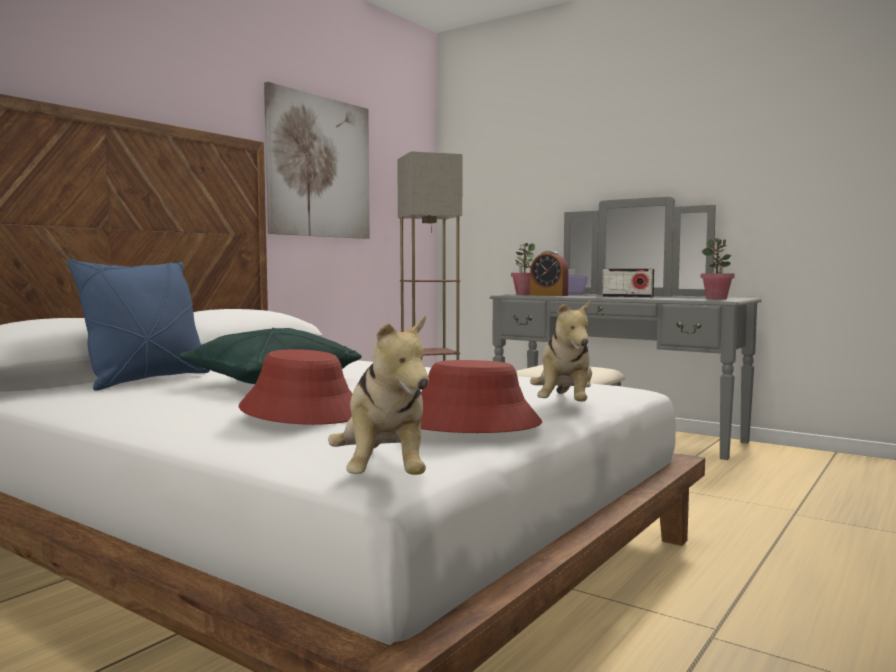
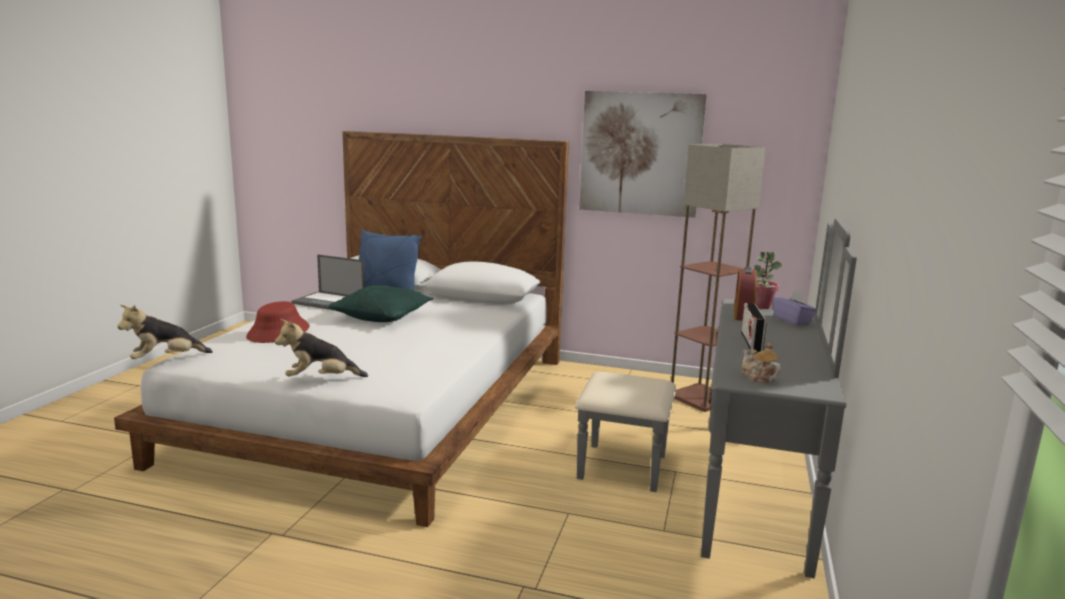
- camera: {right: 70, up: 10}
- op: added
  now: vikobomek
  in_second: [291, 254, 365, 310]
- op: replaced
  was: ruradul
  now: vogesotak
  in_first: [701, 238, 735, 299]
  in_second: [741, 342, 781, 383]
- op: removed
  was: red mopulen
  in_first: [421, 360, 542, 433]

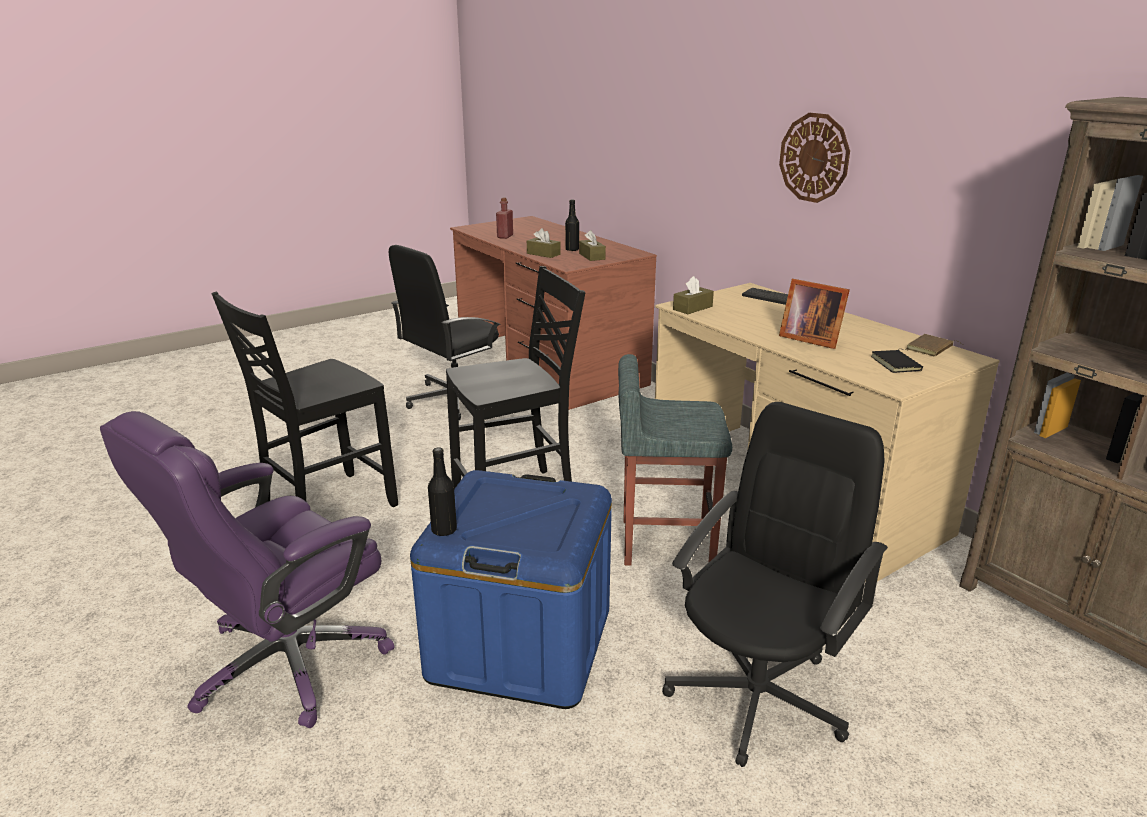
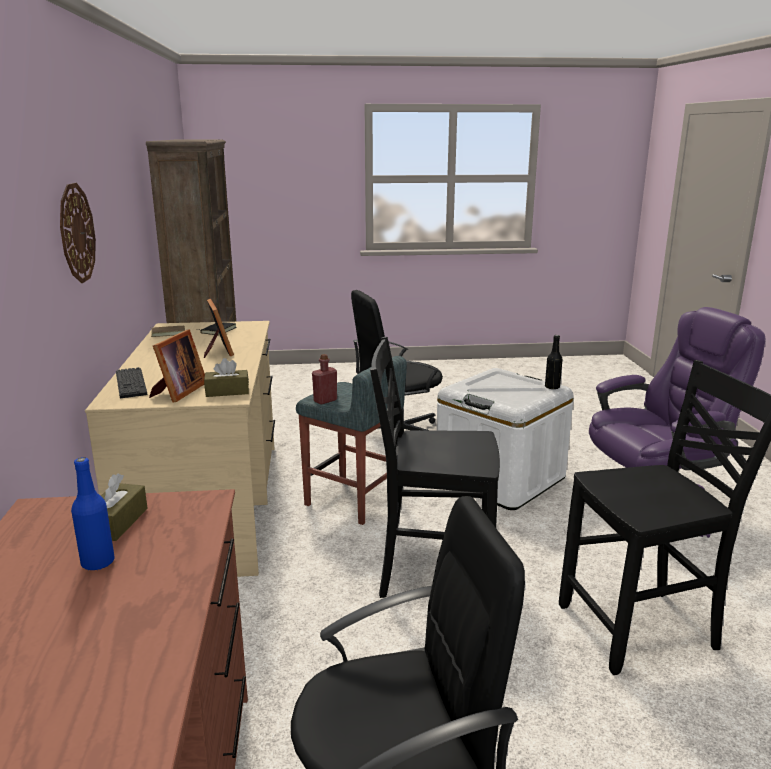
- camera: {right: -150, up: -5}
- op: recoloured
  was: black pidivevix
  now: blue pidivevix
  in_first: [565, 199, 579, 251]
  in_second: [71, 457, 115, 571]
- op: added
  now: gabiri
  in_second: [149, 329, 205, 402]
- op: moved
  was: red pidivevix
  in_first: [496, 197, 513, 239]
  in_second: [312, 354, 337, 405]
- op: recoloured
  was: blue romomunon
  now: white romomunon
  in_first: [410, 470, 612, 709]
  in_second: [437, 368, 574, 510]
- op: removed
  was: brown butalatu
  in_first: [527, 228, 561, 258]

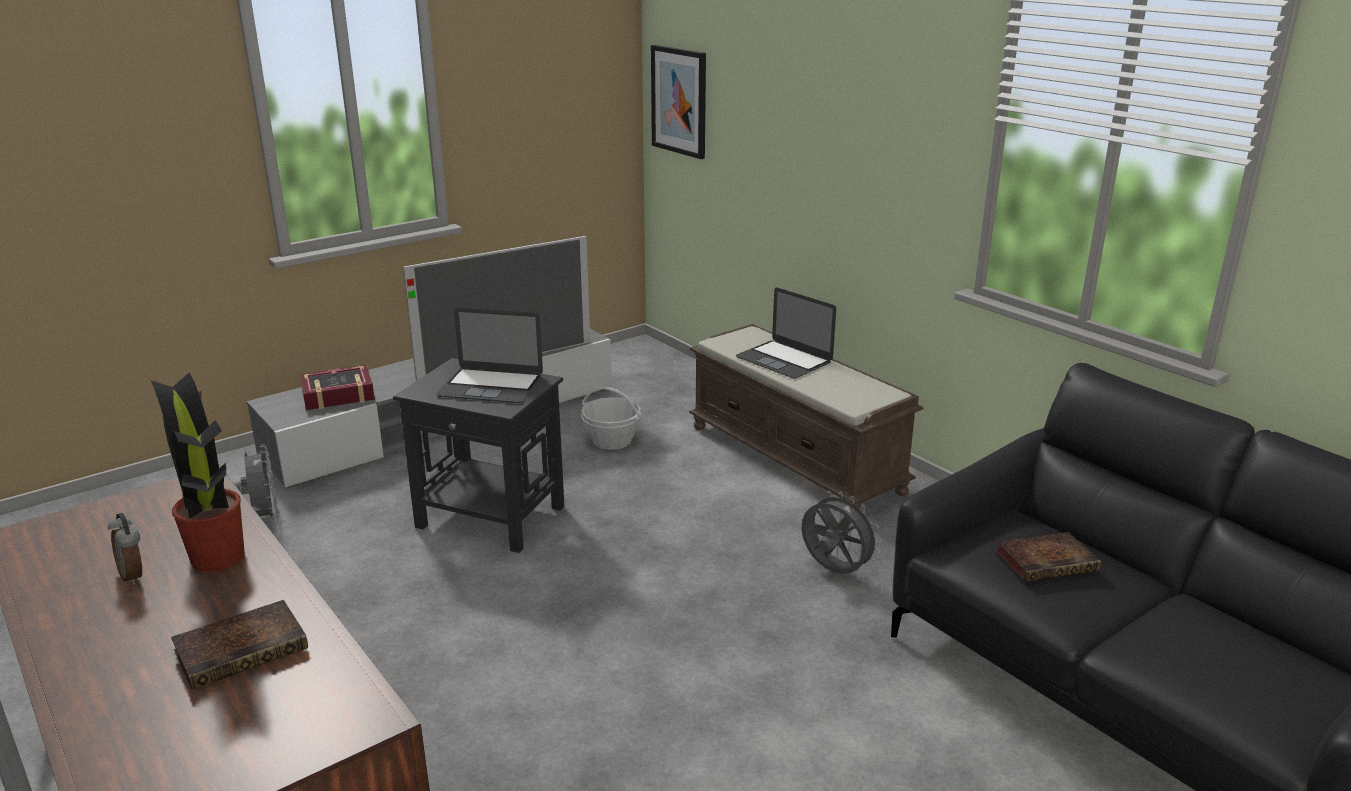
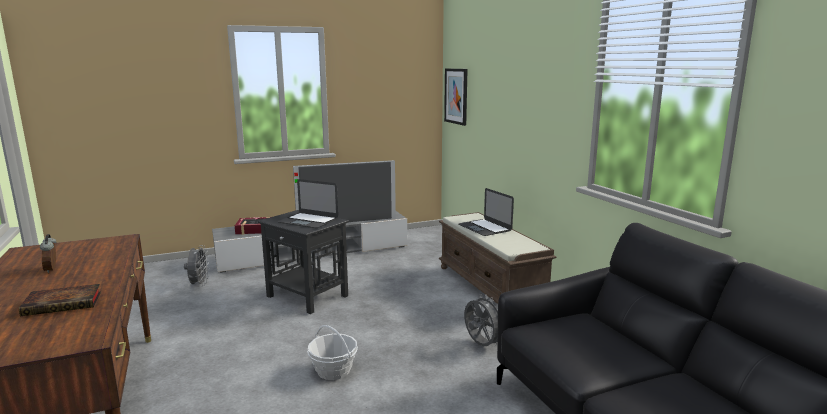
- camera: {right: 15, up: -10}
- op: moved
  was: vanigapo
  in_first: [581, 386, 641, 450]
  in_second: [307, 325, 358, 380]
- op: removed
  was: ruradul
  in_first: [151, 372, 245, 572]
- op: removed
  was: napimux
  in_first: [995, 532, 1101, 582]

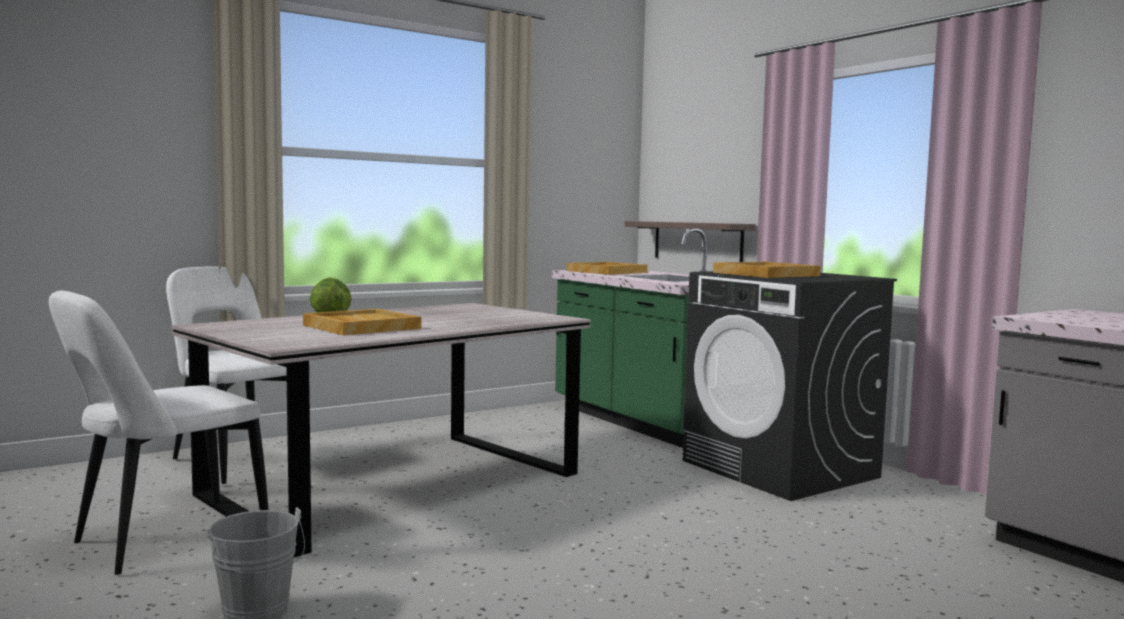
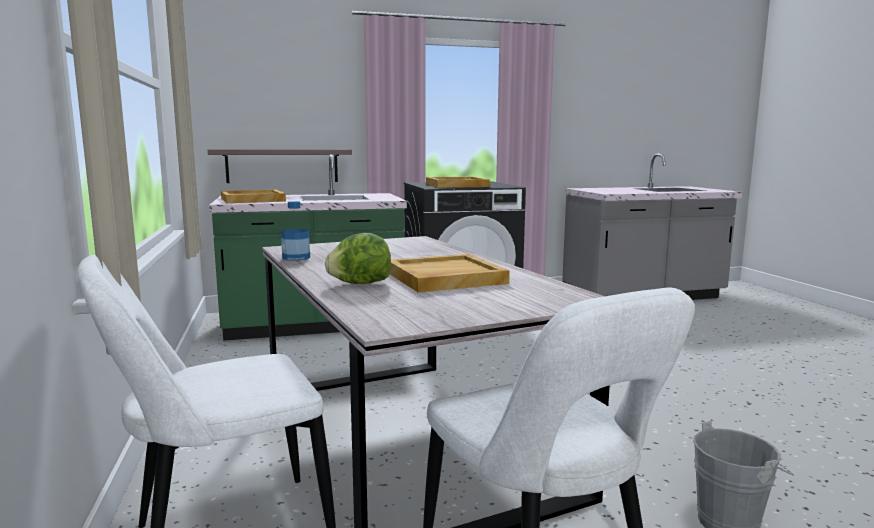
- camera: {right: -70, up: 5}
- op: added
  now: pidivevix
  in_second: [281, 201, 310, 261]

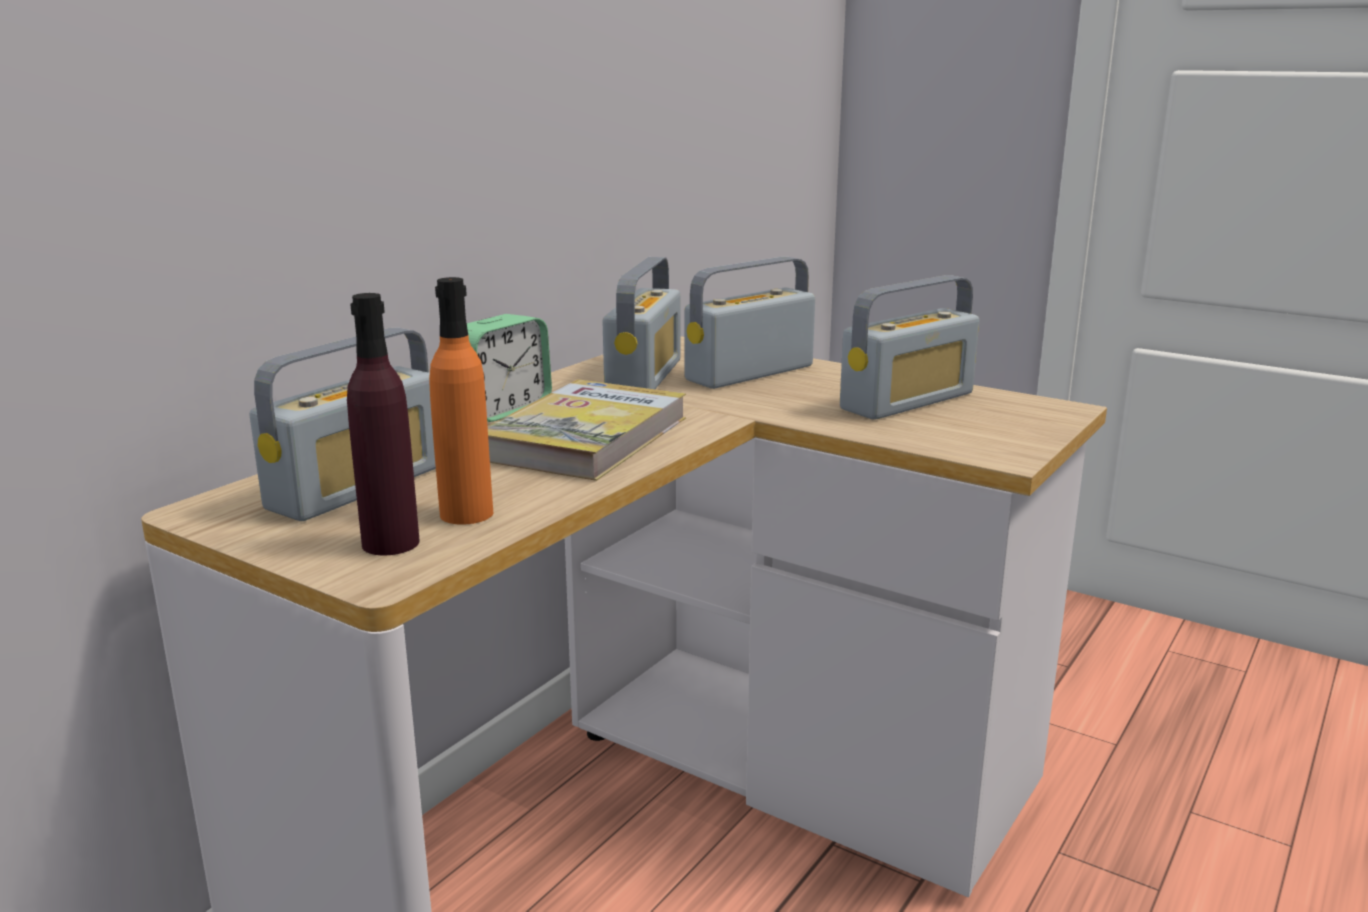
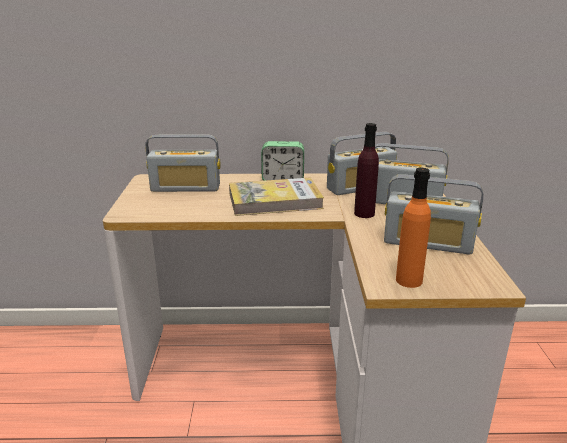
- camera: {right: 55, up: 5}
- op: moved
  was: purple pidivevix
  in_first: [347, 293, 420, 555]
  in_second: [354, 123, 379, 218]
- op: moved
  was: orange pidivevix
  in_first: [429, 277, 493, 525]
  in_second: [396, 168, 431, 288]

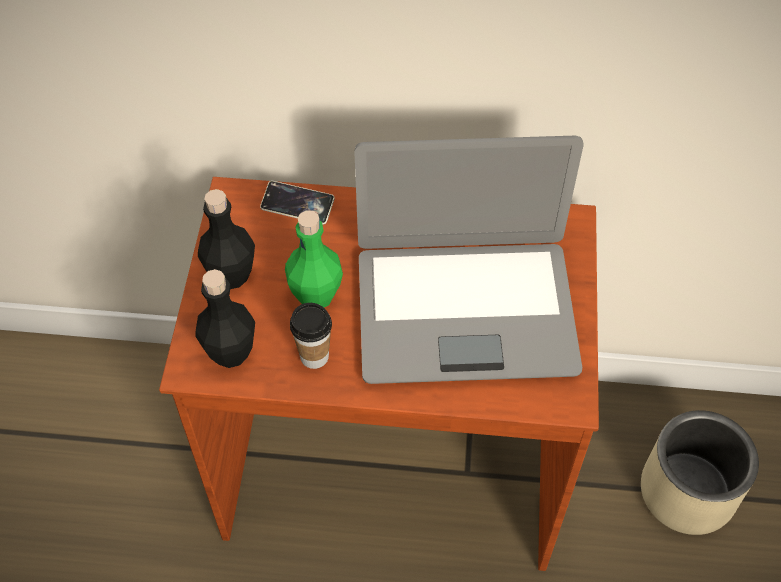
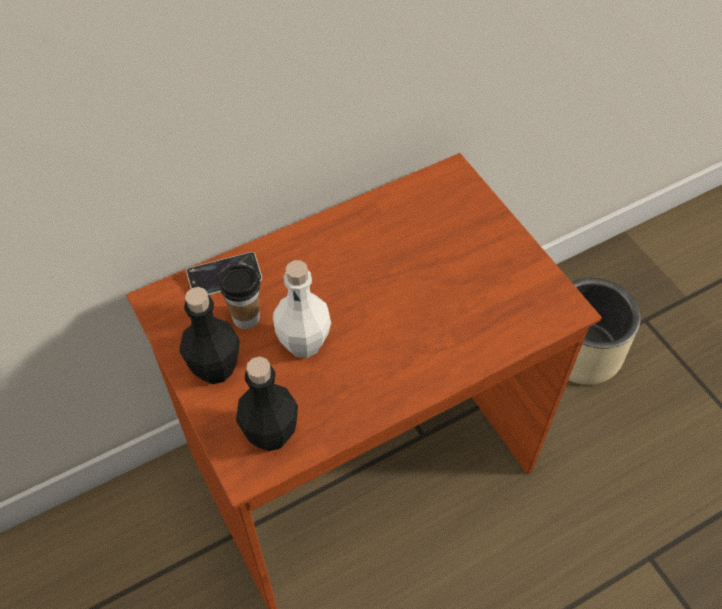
- camera: {right: -35, up: 0}
- op: moved
  was: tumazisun
  in_first: [290, 303, 332, 369]
  in_second: [220, 265, 260, 329]
- op: recoloured
  was: green pidivevix
  now: white pidivevix
  in_first: [285, 210, 343, 307]
  in_second: [273, 260, 331, 358]
- op: removed
  was: vikobomek
  in_first: [354, 136, 584, 384]

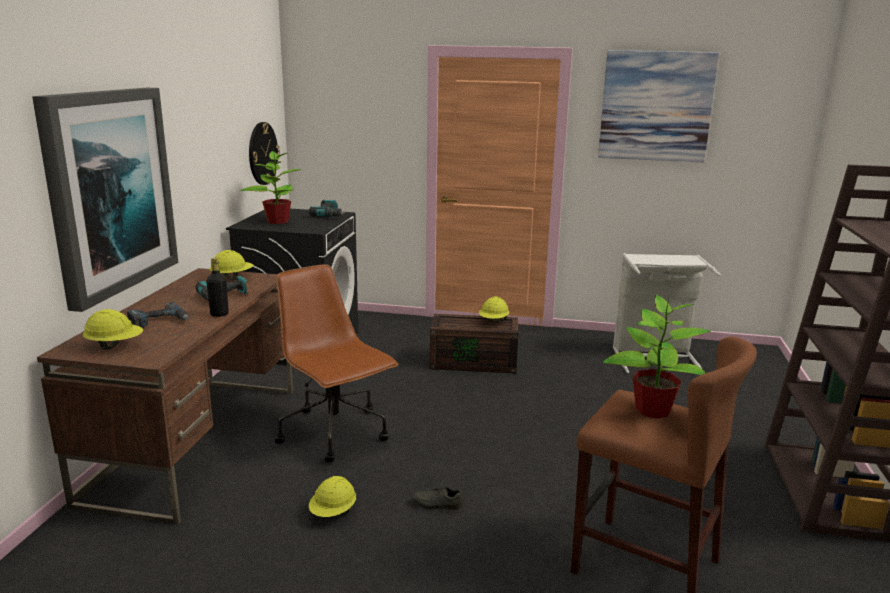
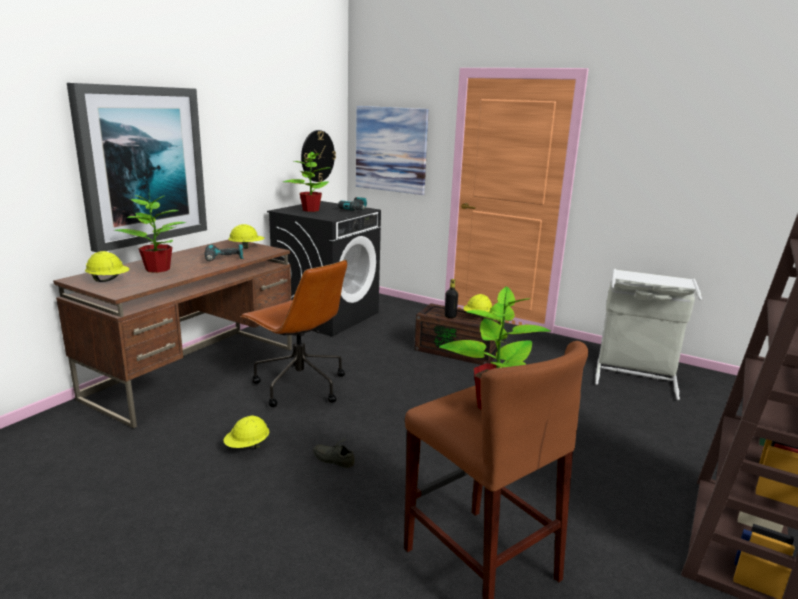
- camera: {right: 20, up: 0}
- op: replaced
  was: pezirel
  now: ruradul
  in_first: [127, 302, 189, 328]
  in_second: [114, 195, 186, 273]
- op: turned
  was: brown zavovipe
  in_first: [275, 264, 398, 463]
  in_second: [240, 260, 347, 407]
  clockwise: 150
- op: moved
  was: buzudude
  in_first: [598, 50, 719, 162]
  in_second: [356, 106, 429, 195]
- op: moved
  was: black pidivevix
  in_first: [206, 258, 229, 317]
  in_second: [445, 279, 458, 318]

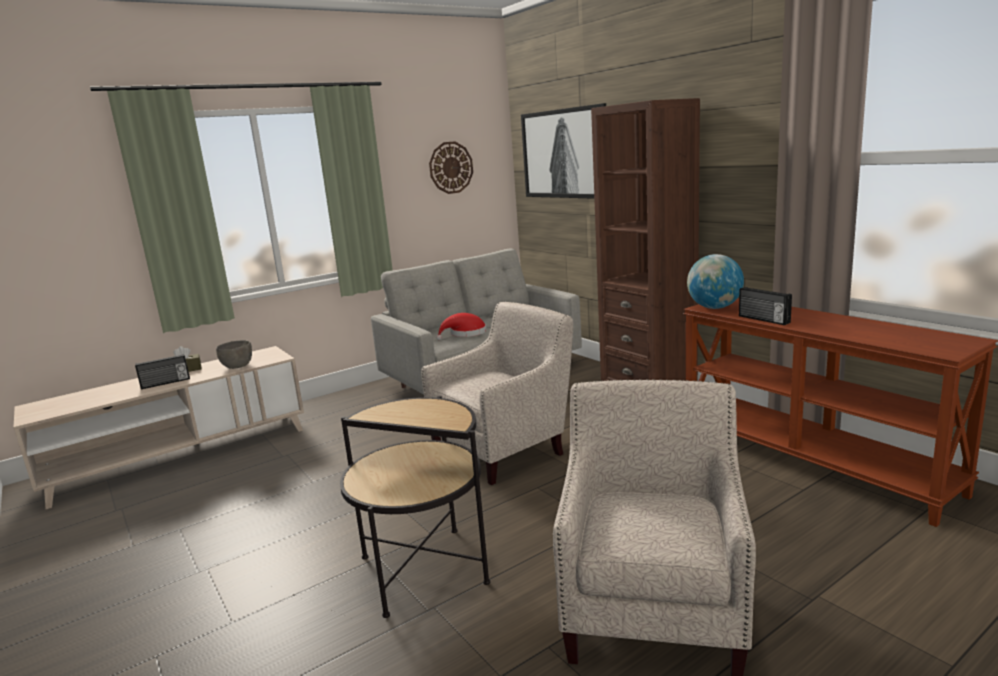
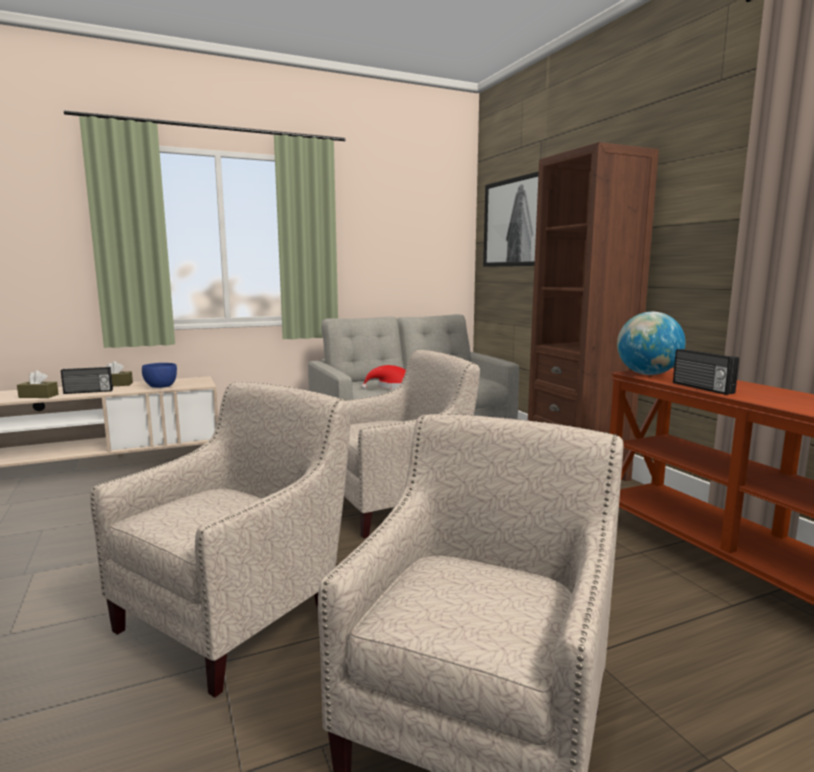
- camera: {right: 10, up: -5}
- op: added
  now: brown butalatu
  in_second: [17, 370, 59, 398]
- op: replaced
  was: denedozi
  now: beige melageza
  in_first: [340, 396, 490, 618]
  in_second: [90, 382, 351, 698]
- op: recoloured
  was: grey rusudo
  now: blue rusudo
  in_first: [216, 340, 252, 369]
  in_second: [142, 363, 177, 388]
- op: removed
  was: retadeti
  in_first: [429, 141, 473, 194]

